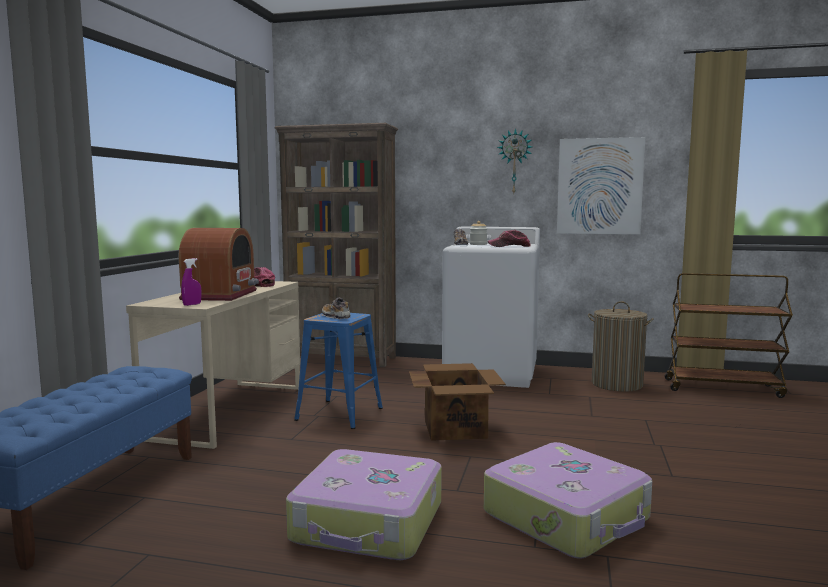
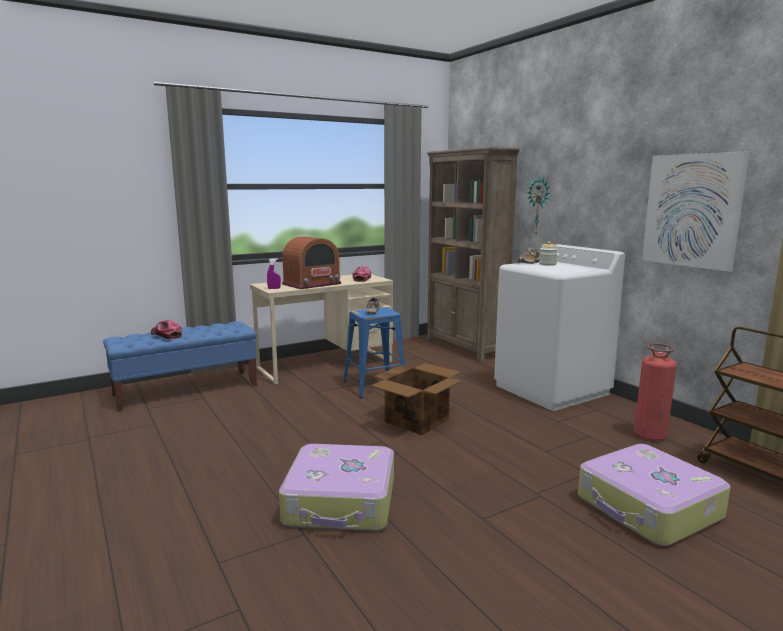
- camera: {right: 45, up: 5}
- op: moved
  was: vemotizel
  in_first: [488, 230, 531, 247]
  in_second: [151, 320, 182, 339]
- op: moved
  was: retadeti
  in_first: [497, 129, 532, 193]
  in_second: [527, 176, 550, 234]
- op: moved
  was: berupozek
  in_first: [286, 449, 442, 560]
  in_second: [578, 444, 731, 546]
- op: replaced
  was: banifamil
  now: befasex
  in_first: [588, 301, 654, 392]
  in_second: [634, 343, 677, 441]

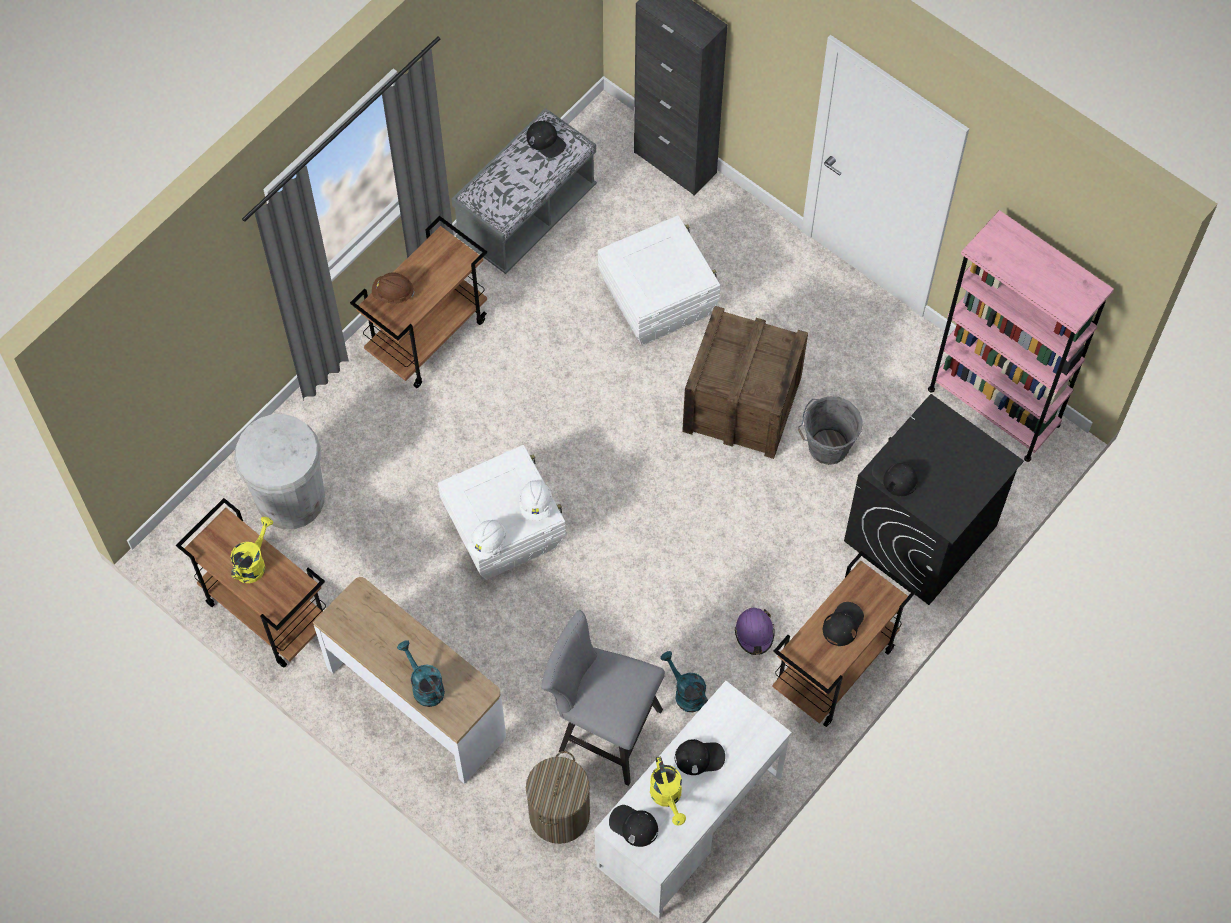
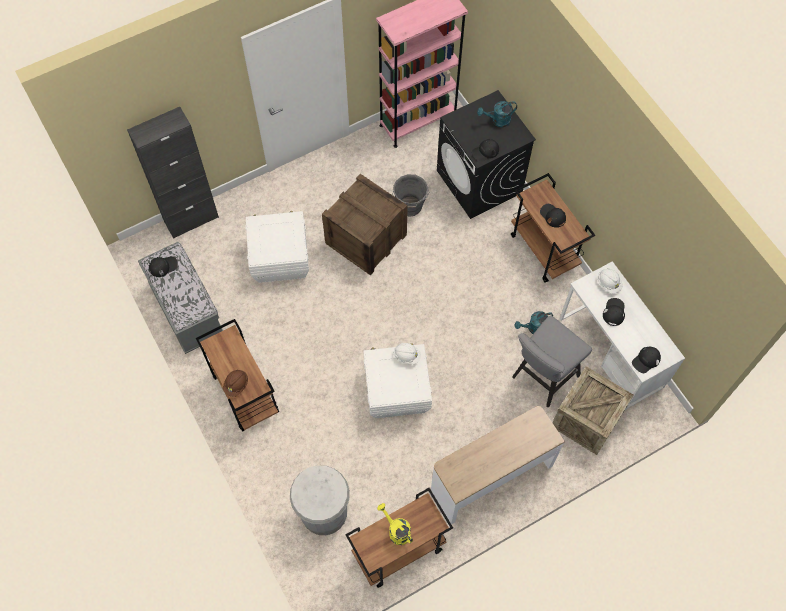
- camera: {right: -70, up: 0}
- op: moved
  was: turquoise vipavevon
  in_first: [397, 640, 445, 707]
  in_second: [477, 101, 517, 127]
- op: replaced
  was: banifamil
  now: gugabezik
  in_first: [526, 751, 590, 844]
  in_second: [552, 366, 634, 455]
- op: moved
  was: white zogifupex
  in_first: [467, 520, 507, 559]
  in_second: [598, 269, 623, 294]
- op: removed
  was: yellow vipavevon
  in_first: [650, 756, 686, 825]
- op: removed
  was: purple zogifupex
  in_first: [735, 608, 775, 655]

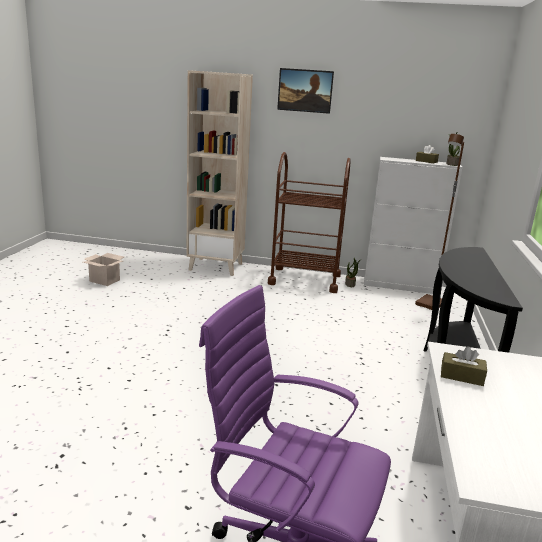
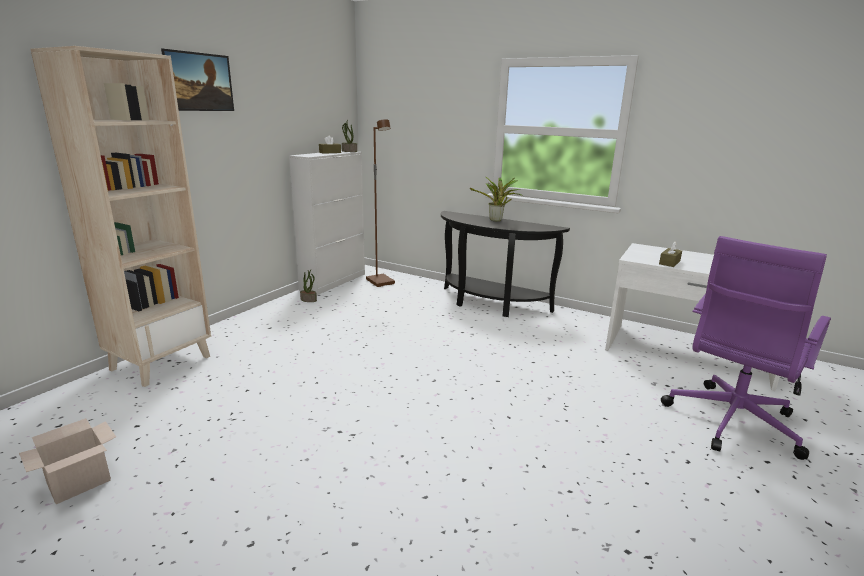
- camera: {right: -70, up: 0}
- op: added
  now: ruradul
  in_second: [470, 177, 522, 221]
- op: removed
  was: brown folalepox
  in_first: [268, 152, 351, 293]

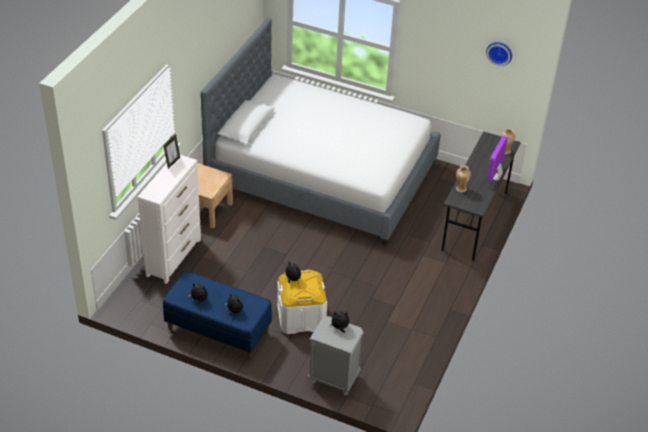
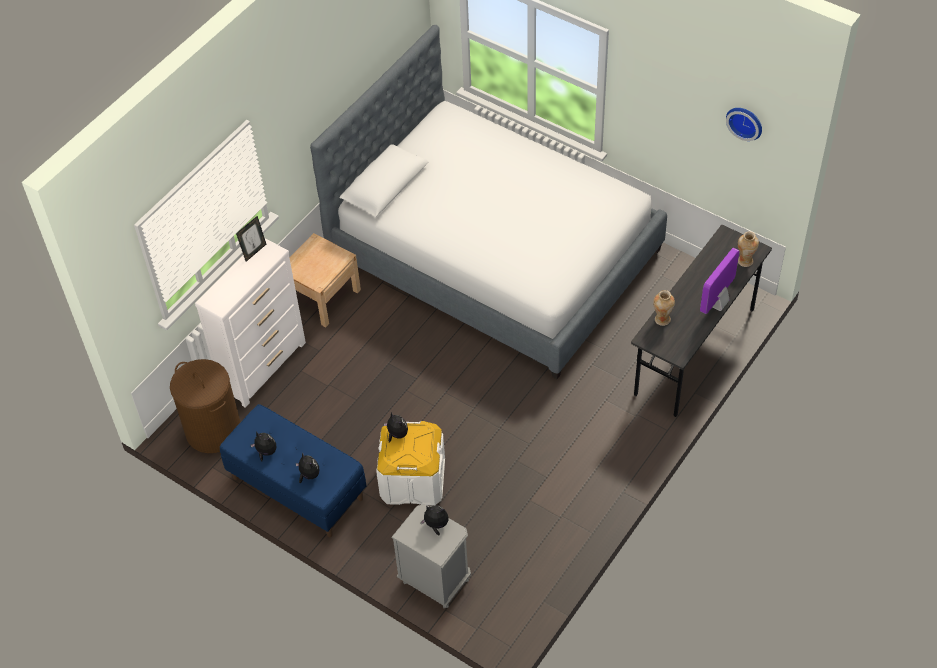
- camera: {right: 15, up: 10}
- op: added
  now: brown banifamil
  in_second: [170, 359, 241, 453]

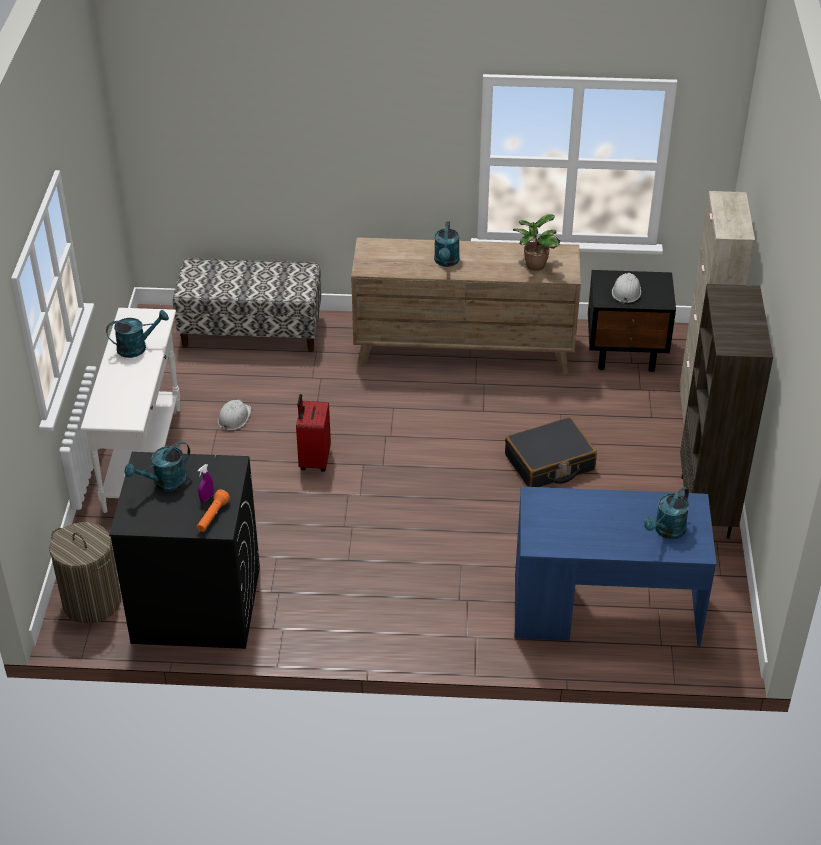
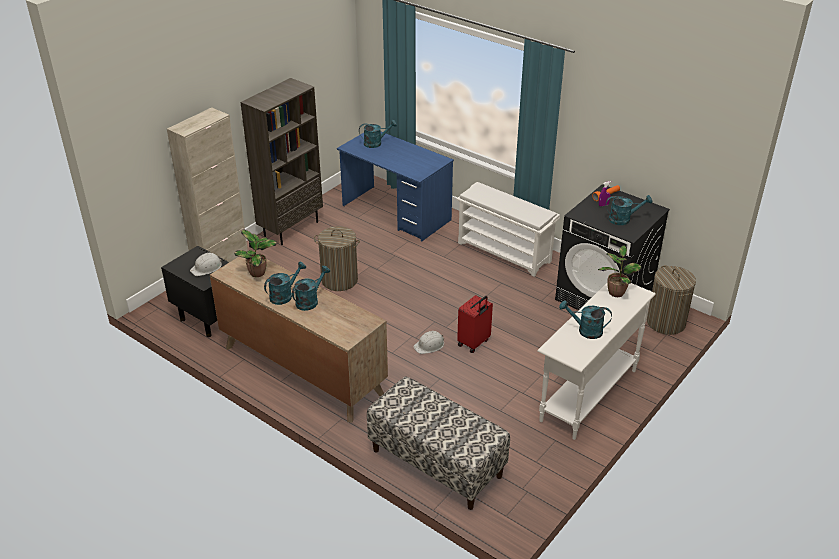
- camera: {right: -145, up: -5}
- op: added
  now: turquoise vipavevon
  in_second: [264, 262, 306, 305]
- op: replaced
  was: black berupozek
  now: banifamil
  in_first: [505, 417, 597, 487]
  in_second: [314, 226, 360, 291]
- op: moved
  was: white zogifupex
  in_first: [218, 399, 251, 431]
  in_second: [413, 331, 444, 354]
- op: added
  now: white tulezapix
  in_second: [456, 182, 560, 277]
- op: added
  now: ruradul
  in_second: [598, 245, 642, 297]

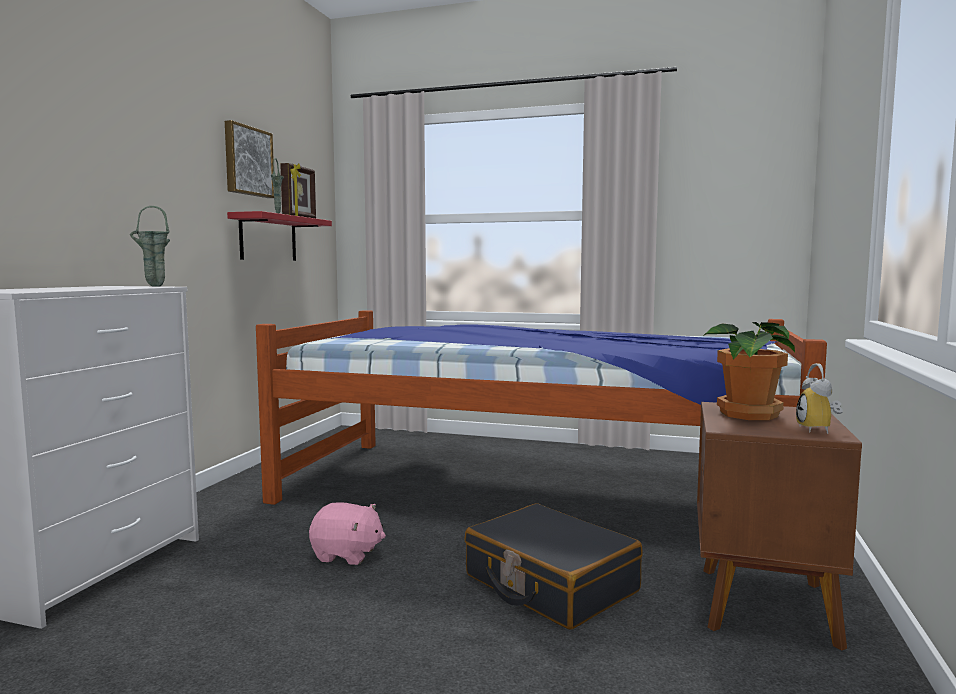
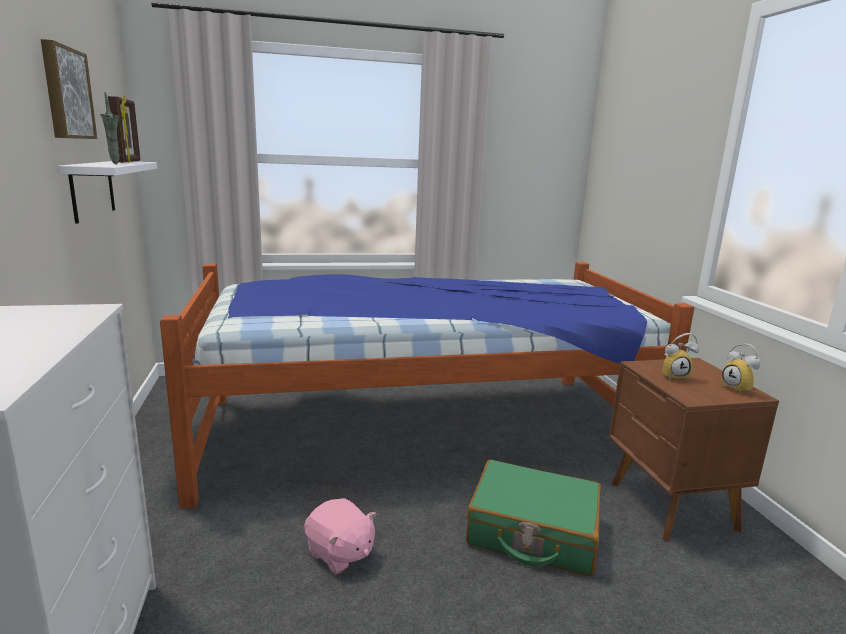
- camera: {right: -30, up: 10}
- op: recoloured
  was: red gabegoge
  now: white gabegoge
  in_first: [227, 211, 332, 261]
  in_second: [58, 161, 157, 224]
- op: turned
  was: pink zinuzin
  in_first: [309, 502, 386, 565]
  in_second: [304, 498, 376, 574]
  clockwise: 60
- op: recoloured
  was: black berupozek
  now: green berupozek
  in_first: [464, 503, 643, 630]
  in_second: [466, 460, 601, 576]
- op: replaced
  was: ruradul
  now: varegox
  in_first: [703, 322, 795, 420]
  in_second: [662, 333, 699, 380]
- op: removed
  was: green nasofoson
  in_first: [130, 206, 170, 287]

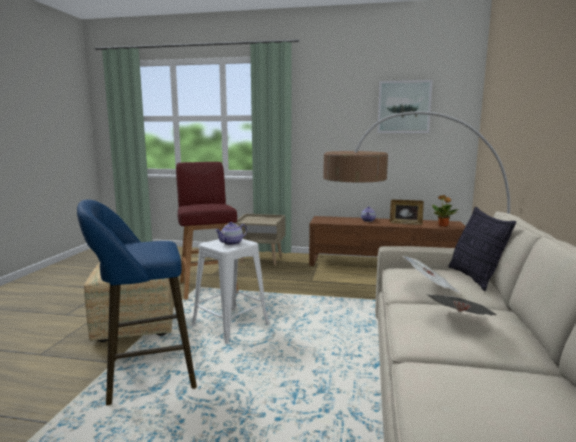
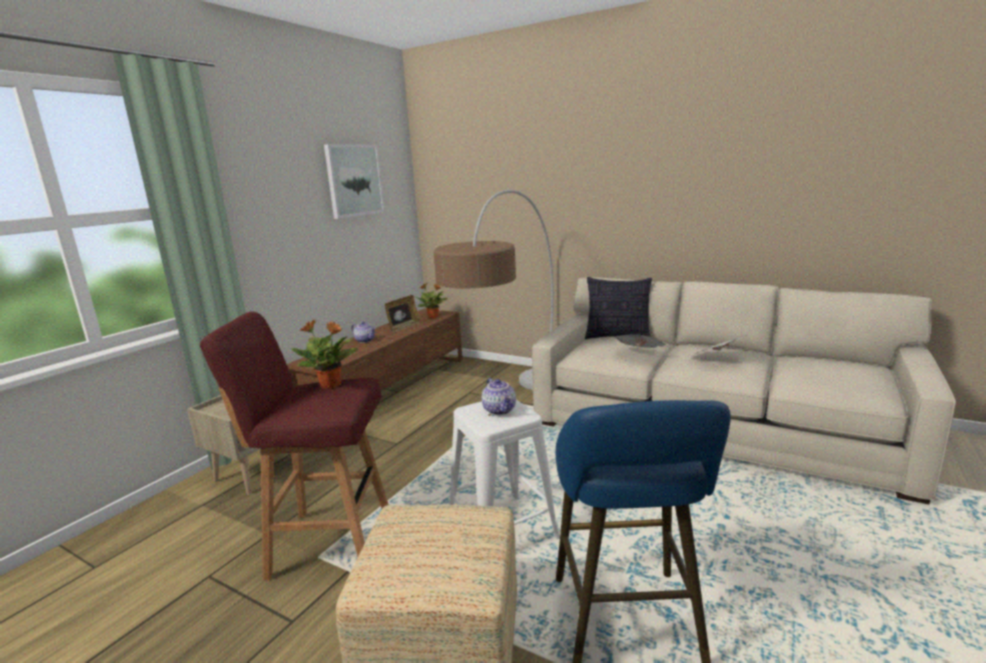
- camera: {right: -70, up: 5}
- op: added
  now: ruradul
  in_second: [291, 320, 358, 389]

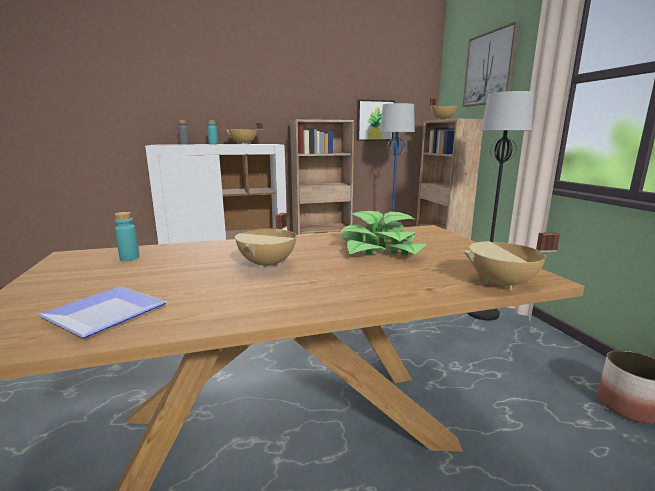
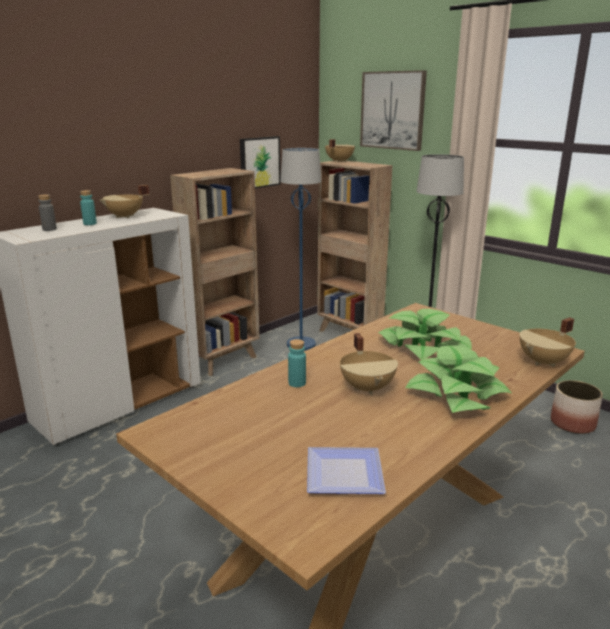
- camera: {right: -30, up: 5}
- op: moved
  was: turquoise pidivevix
  in_first: [114, 212, 139, 261]
  in_second: [288, 339, 306, 387]
- op: added
  now: ruradul
  in_second: [405, 345, 513, 413]

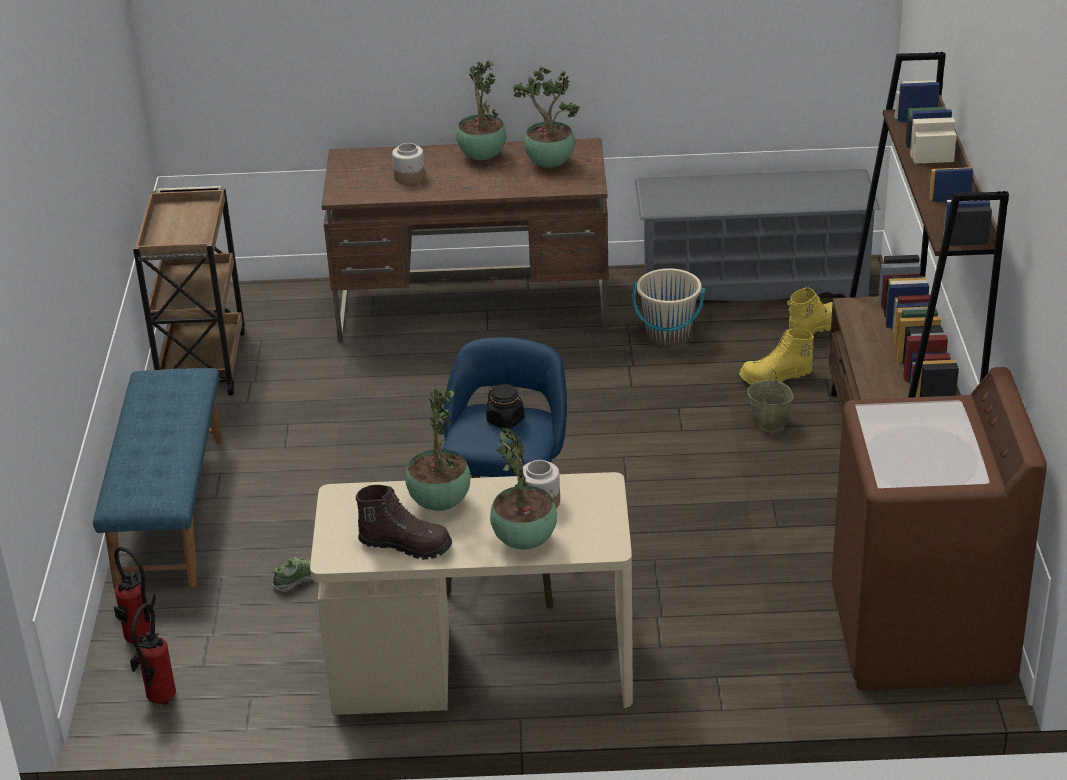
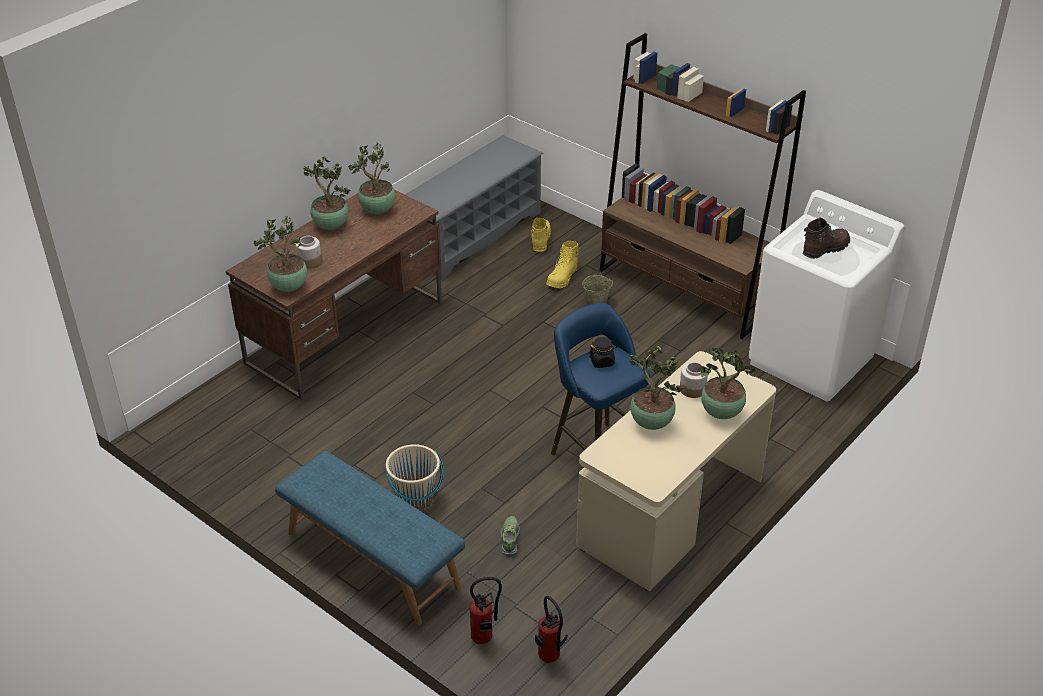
- camera: {right: -50, up: 5}
- op: added
  now: ruradul
  in_second: [254, 216, 307, 292]
- op: moved
  was: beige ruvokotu
  in_first: [633, 268, 705, 347]
  in_second: [386, 444, 444, 510]
- op: recoloured
  was: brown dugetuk
  now: white dugetuk
  in_first: [831, 367, 1047, 690]
  in_second: [749, 190, 905, 402]
- op: moved
  was: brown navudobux
  in_first: [356, 485, 452, 560]
  in_second: [803, 218, 850, 259]
- op: removed
  was: brown folalepox
  in_first: [133, 186, 245, 395]

